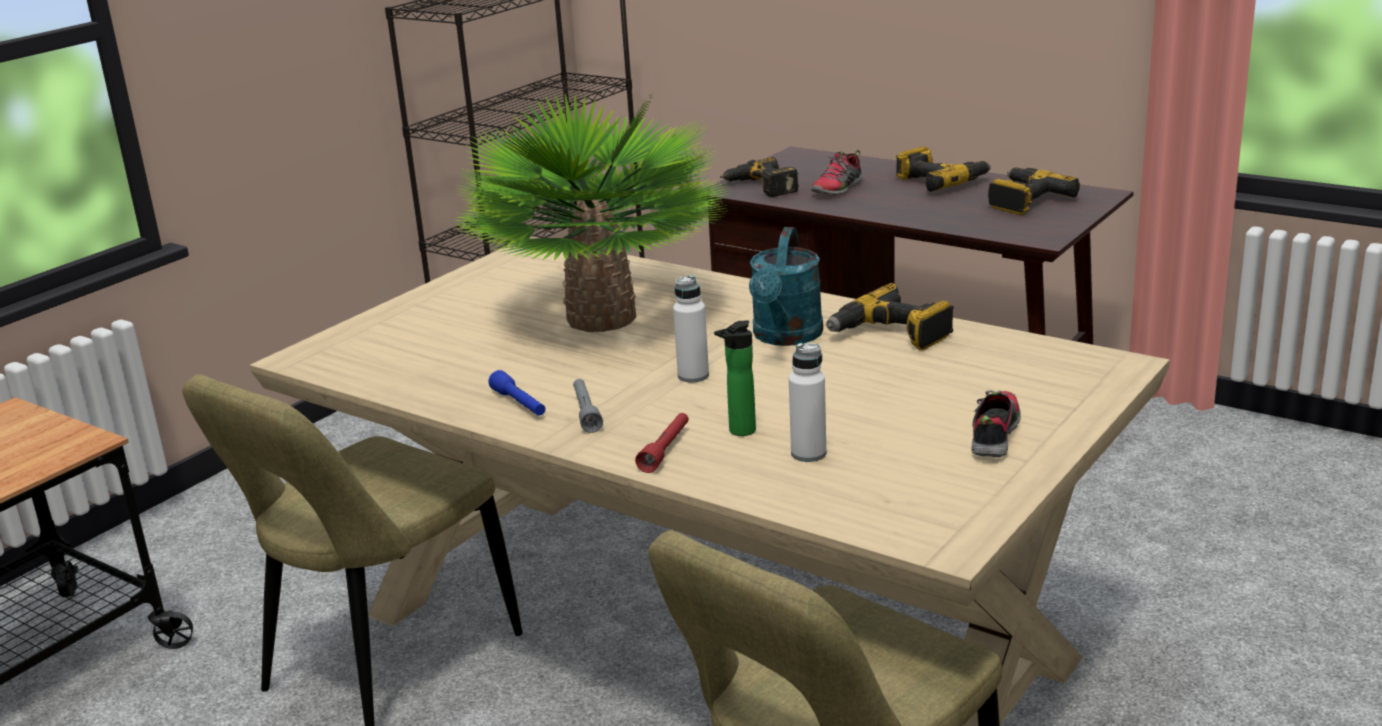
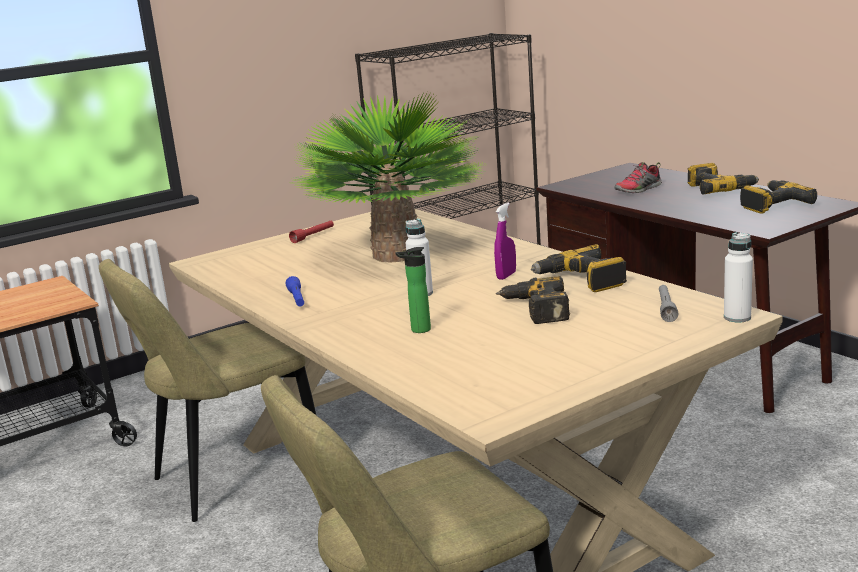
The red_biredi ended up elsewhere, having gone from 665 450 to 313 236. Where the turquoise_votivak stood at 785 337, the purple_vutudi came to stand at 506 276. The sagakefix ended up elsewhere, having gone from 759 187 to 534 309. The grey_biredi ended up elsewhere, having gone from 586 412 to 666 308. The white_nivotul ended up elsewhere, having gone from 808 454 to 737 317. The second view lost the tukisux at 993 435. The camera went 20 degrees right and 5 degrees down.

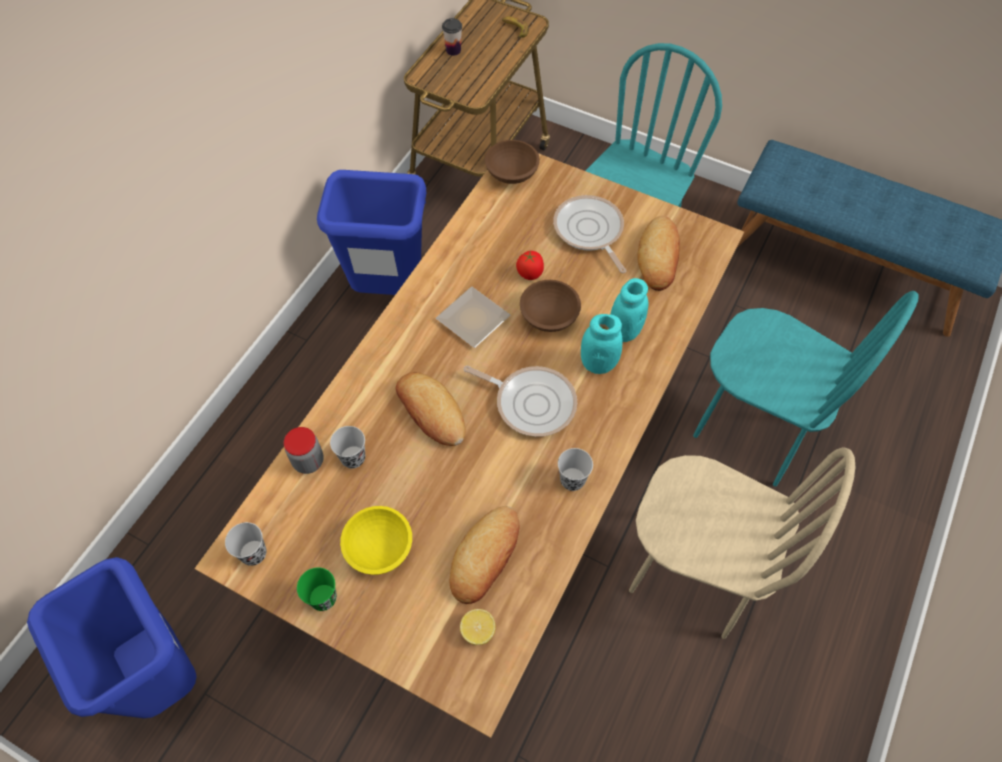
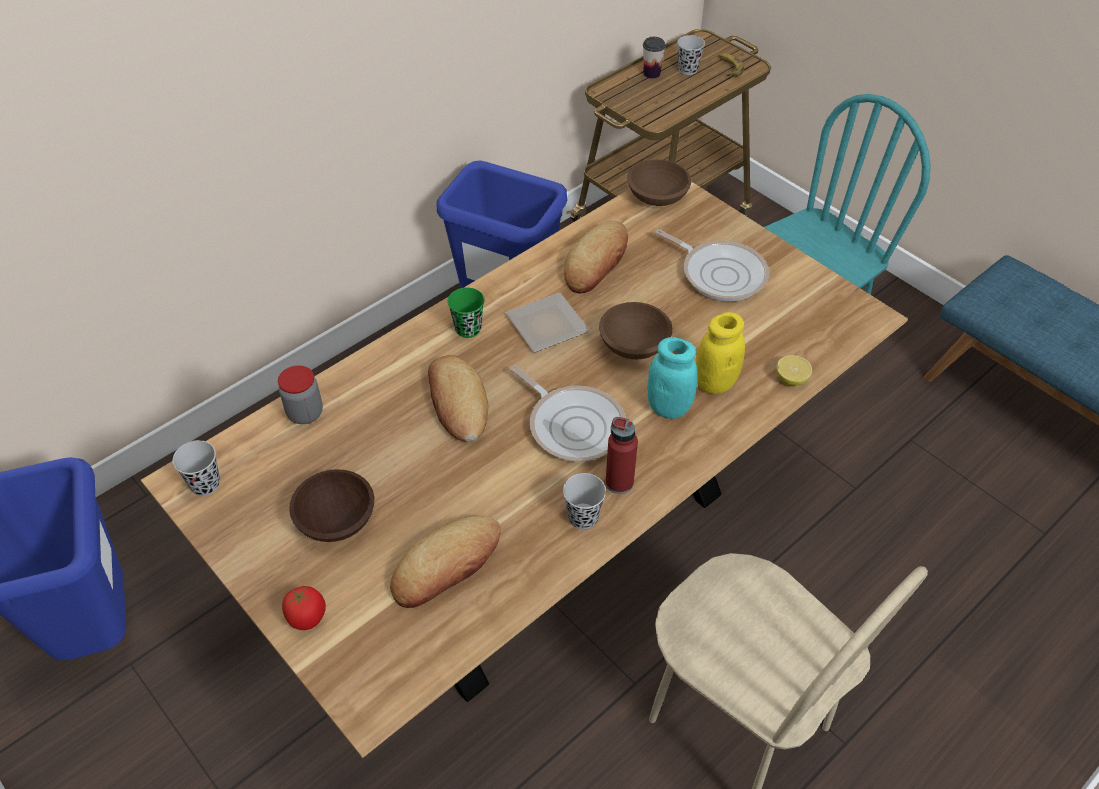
The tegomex ended up elsewhere, having gone from 530 273 to 307 617. What was the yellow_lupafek at 379 547 turned into the brown_lupafek at 337 518. The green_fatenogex ended up elsewhere, having gone from 323 598 to 468 329. The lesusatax ended up elsewhere, having gone from 659 257 to 596 262. The second view gained the red_nivotul at 619 482. The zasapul at 589 231 ended up facing another way, 135 degrees clockwise from before. The black_fatenogex ended up elsewhere, having gone from 353 458 to 688 69. What was the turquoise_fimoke at 624 331 turned into the yellow_fimoke at 715 383. The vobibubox ended up elsewhere, having gone from 478 630 to 791 379. The second view lost the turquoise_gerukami at 753 429. The camera went 20 degrees right and 10 degrees down.

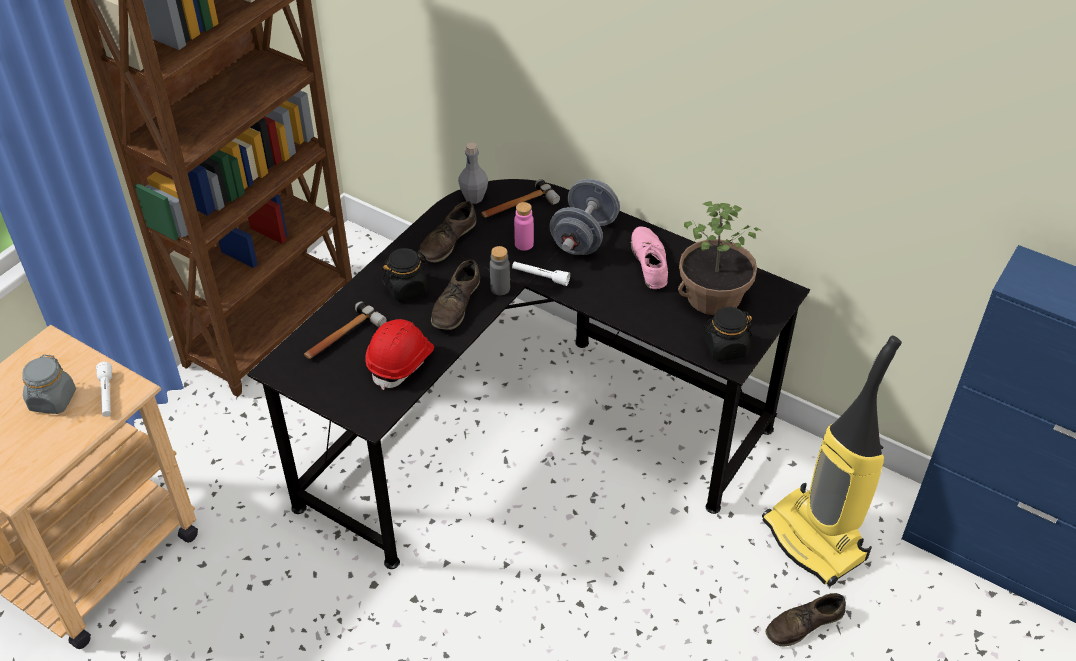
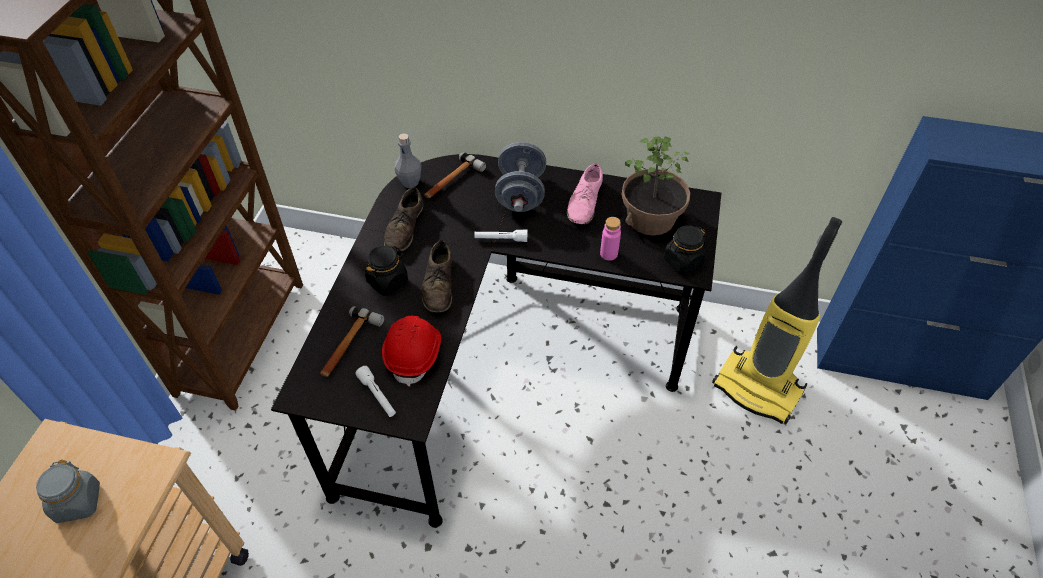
The white_biredi ended up elsewhere, having gone from 107 395 to 377 395. The pink_tukisux at 649 262 ended up facing another way, 135 degrees counterclockwise from before. The pink_nivotul ended up elsewhere, having gone from 524 244 to 608 254. The second view lost the grey_nivotul at 500 288. The second view lost the brown_tukisux at 803 624. The camera went 20 degrees left and 5 degrees up.

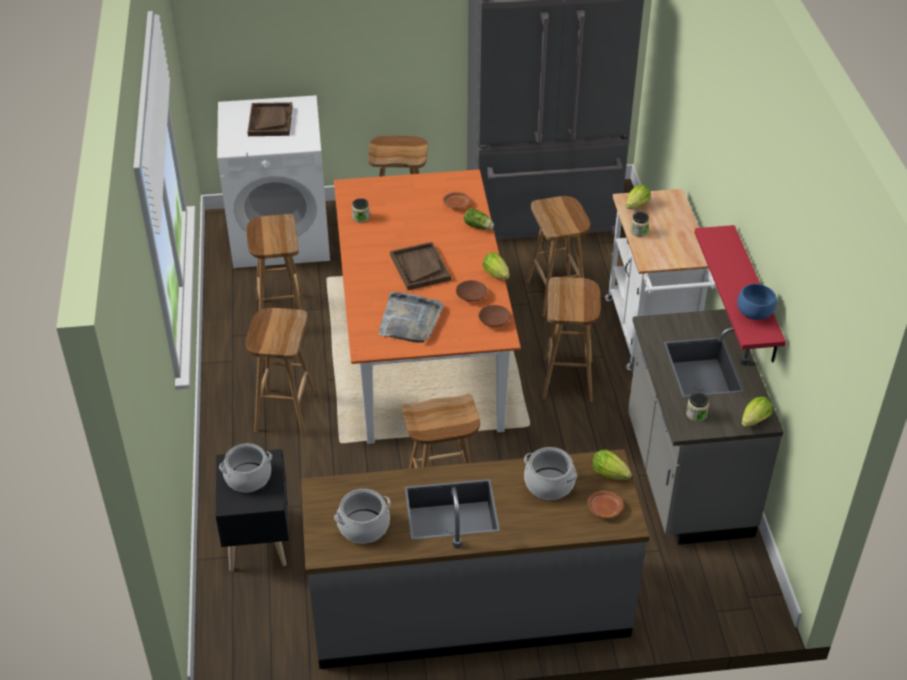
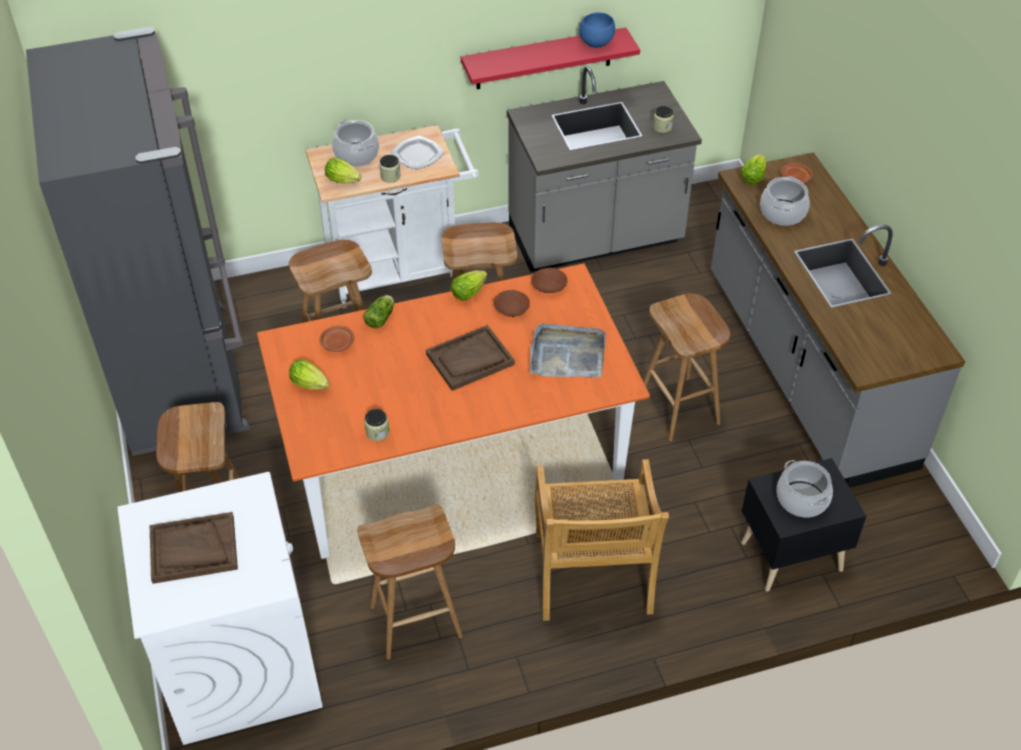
The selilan ended up elsewhere, having gone from 753 422 to 311 385. The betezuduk ended up elsewhere, having gone from 363 526 to 356 155. The second view gained the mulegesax at 417 154. Where the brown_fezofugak stood at 284 411, the beige_gerukami came to stand at 592 575. The camera went 100 degrees left and 5 degrees up.

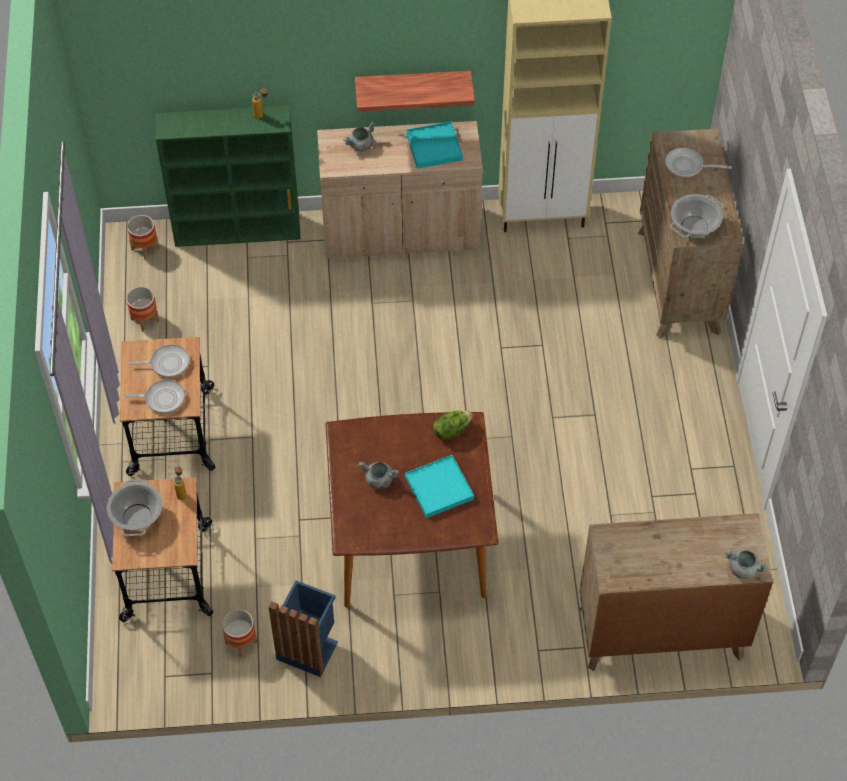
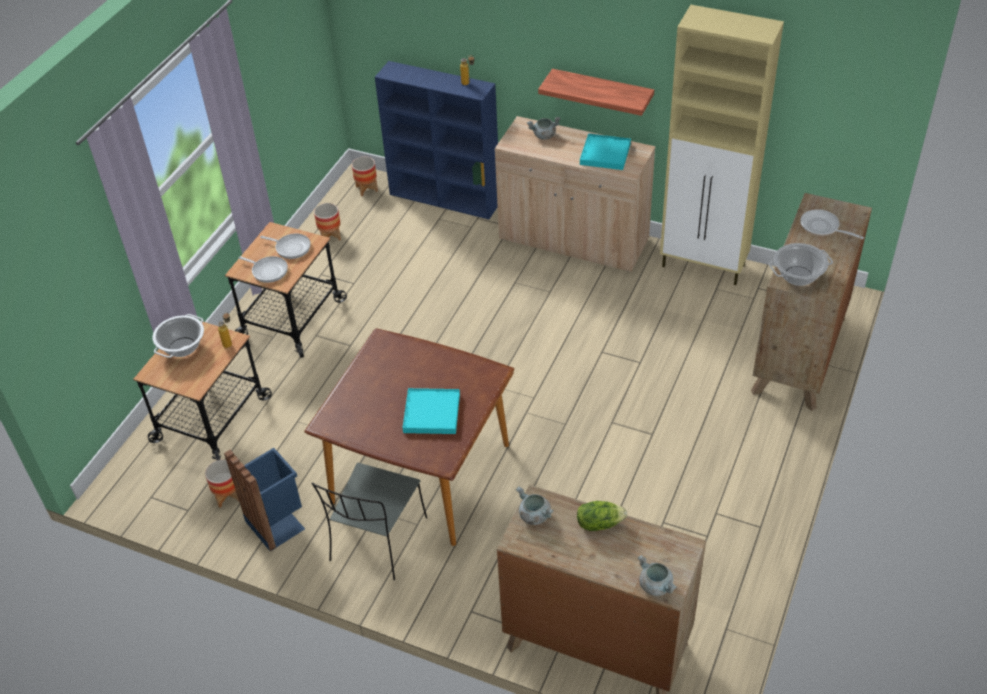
The second view gained the grey_gerukami at 377 541. What was the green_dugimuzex at 239 230 turned into the blue_dugimuzex at 446 198. The grey_betezuduk ended up elsewhere, having gone from 378 480 to 534 515. The selilan ended up elsewhere, having gone from 451 430 to 599 523. The camera went 30 degrees right and 10 degrees down.

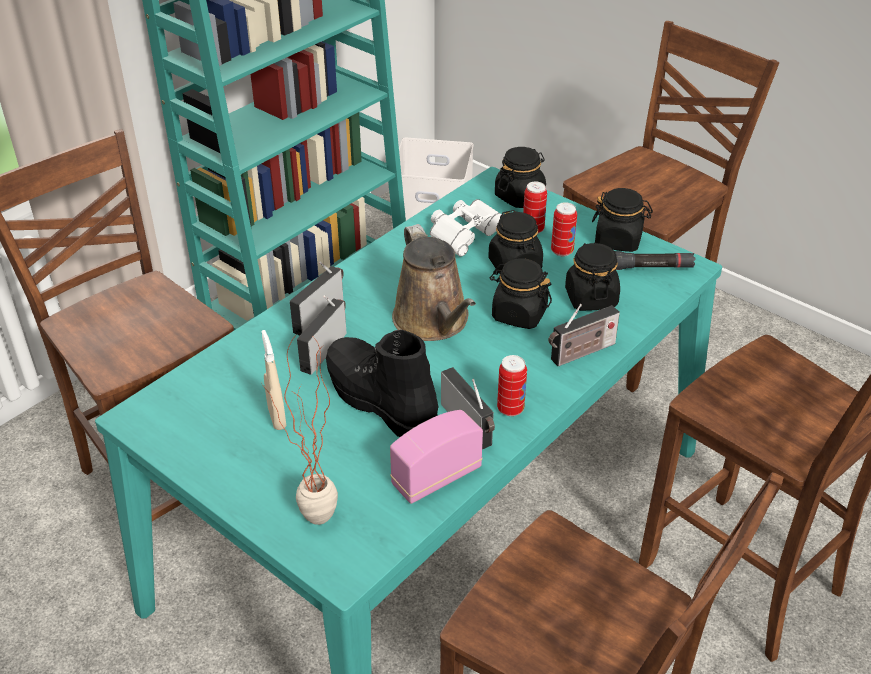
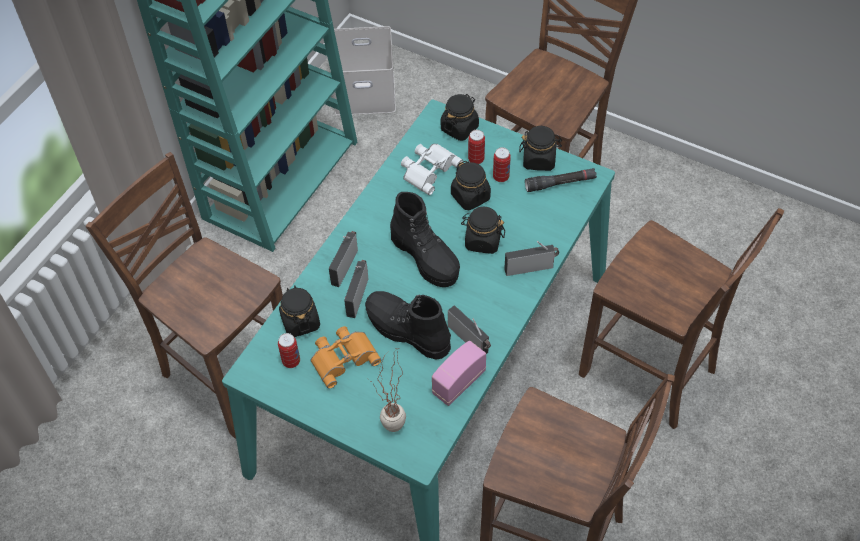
The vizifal ended up elsewhere, having gone from 510 409 to 291 361. The black_fimoke ended up elsewhere, having gone from 590 298 to 300 321. Where the beige_vutudi stood at 277 418, the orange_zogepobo came to stand at 343 357. Where the brown_votivak stood at 434 322, the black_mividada came to stand at 425 258. The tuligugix at 580 353 ended up facing another way, 150 degrees counterclockwise from before. The camera went 10 degrees left and 15 degrees up.

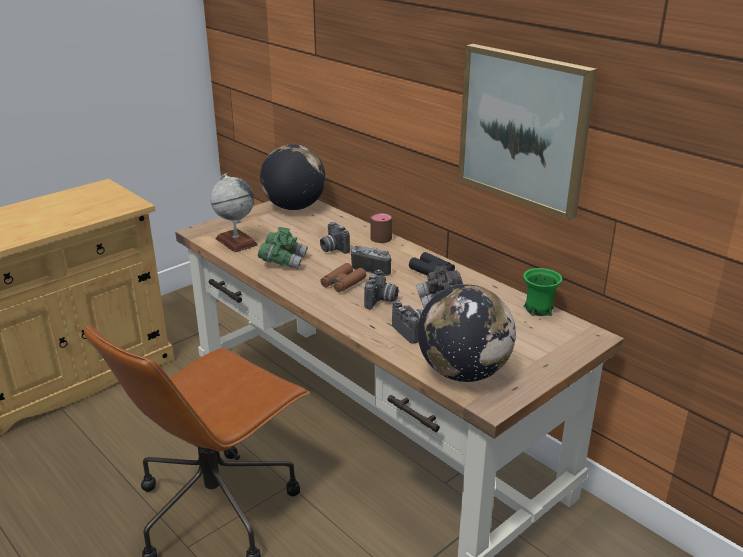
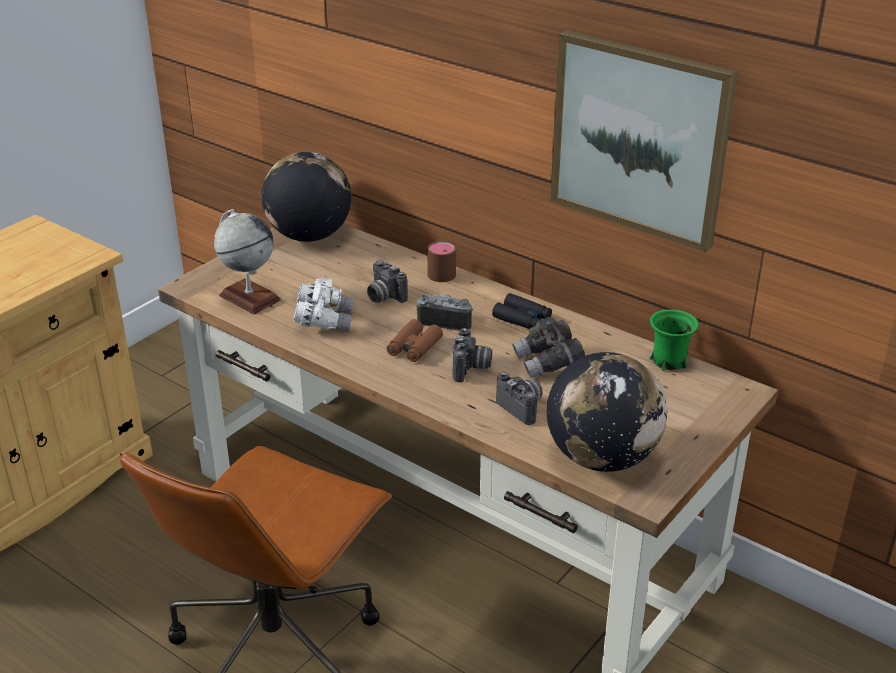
What was the green_zogepobo at 283 261 turned into the white_zogepobo at 324 321. The camera went 10 degrees left and 5 degrees up.

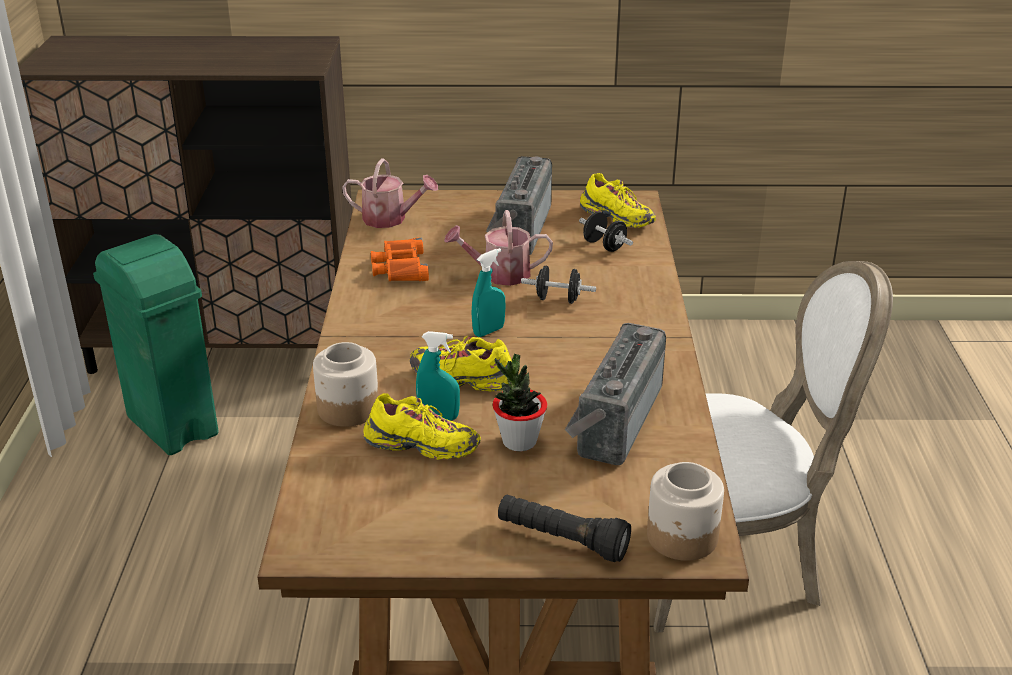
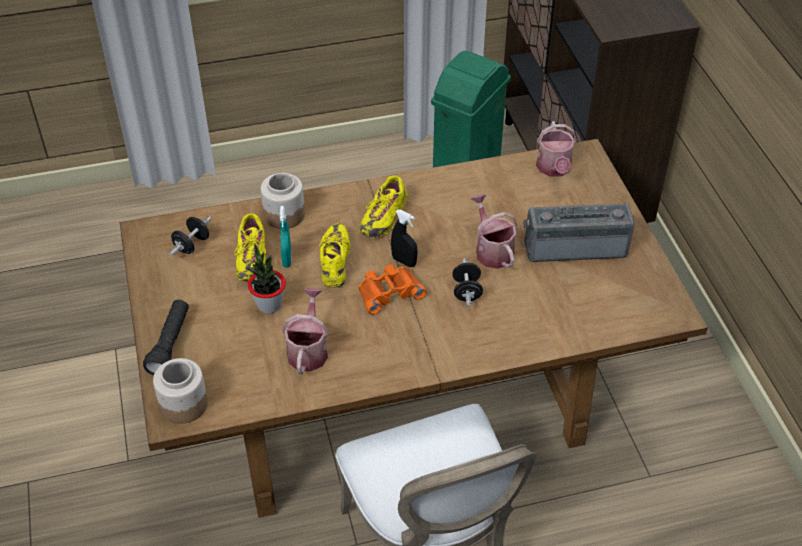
The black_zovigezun ended up elsewhere, having gone from 604 246 to 192 245. Where the tuligugix stood at 612 419, the votivak came to stand at 308 349. The orange_zogepobo ended up elsewhere, having gone from 400 268 to 389 291. The yellow_tukisux ended up elsewhere, having gone from 617 218 to 384 218. What was the turquoise_vutudi at 488 331 turned into the black_vutudi at 404 261. The camera went 75 degrees right and 15 degrees up.

